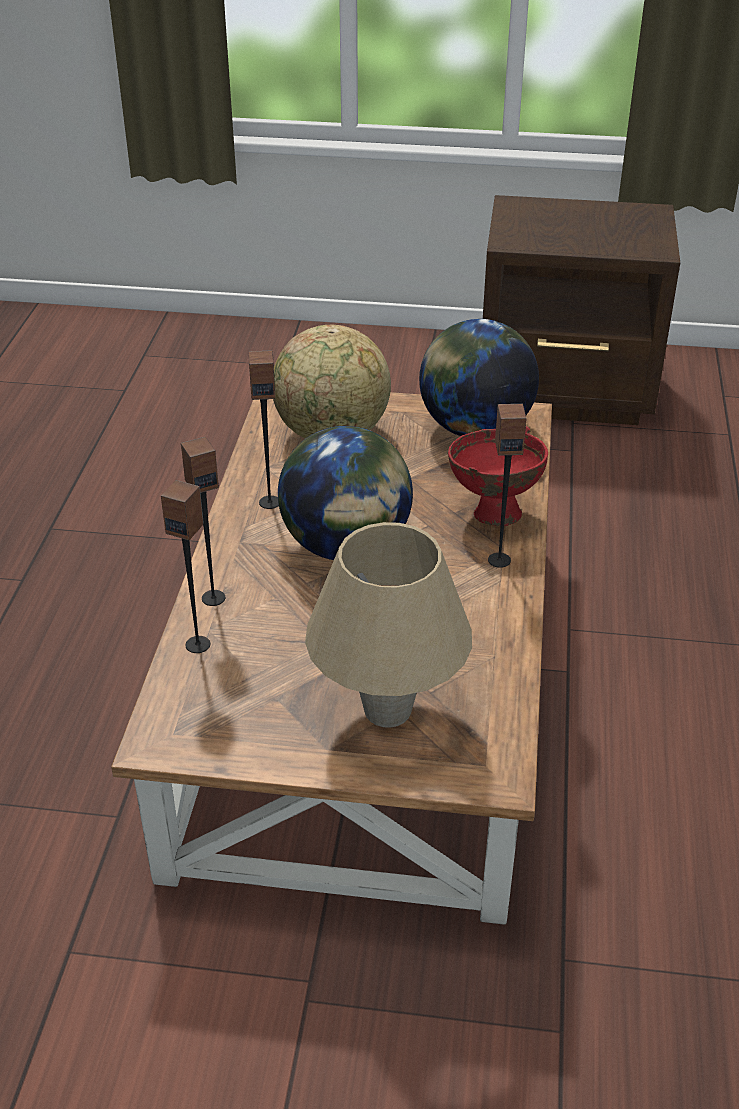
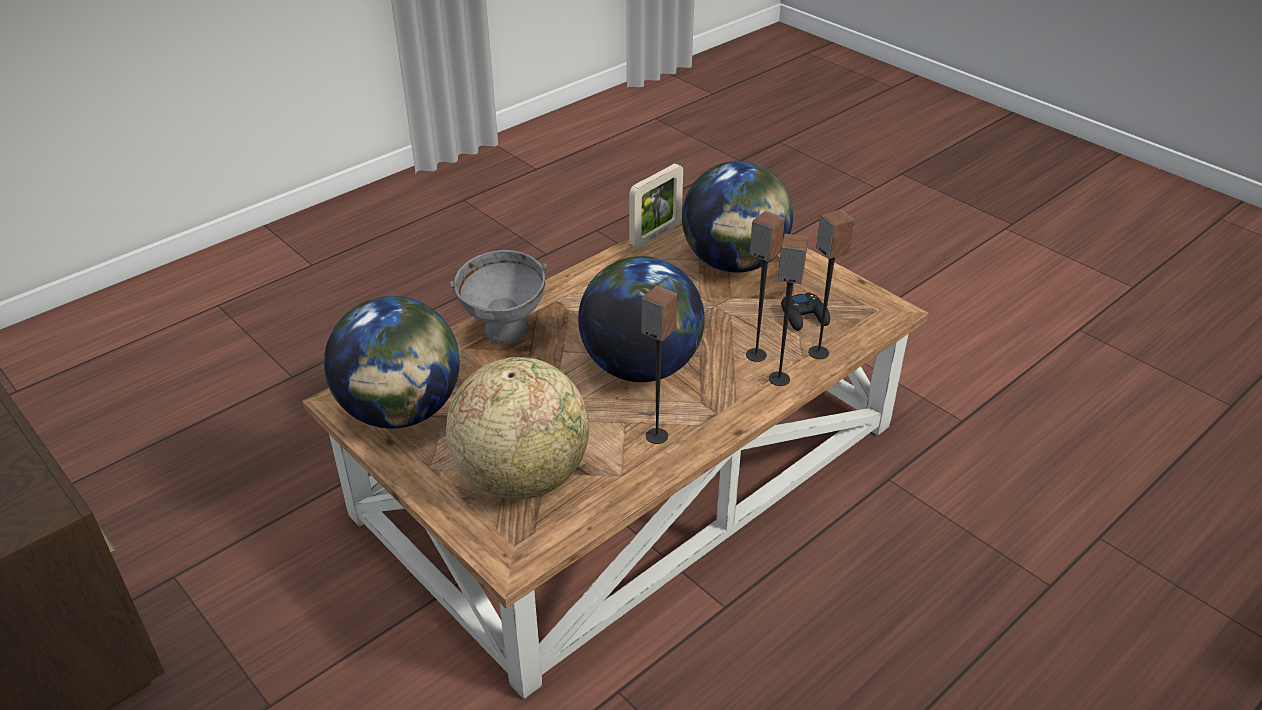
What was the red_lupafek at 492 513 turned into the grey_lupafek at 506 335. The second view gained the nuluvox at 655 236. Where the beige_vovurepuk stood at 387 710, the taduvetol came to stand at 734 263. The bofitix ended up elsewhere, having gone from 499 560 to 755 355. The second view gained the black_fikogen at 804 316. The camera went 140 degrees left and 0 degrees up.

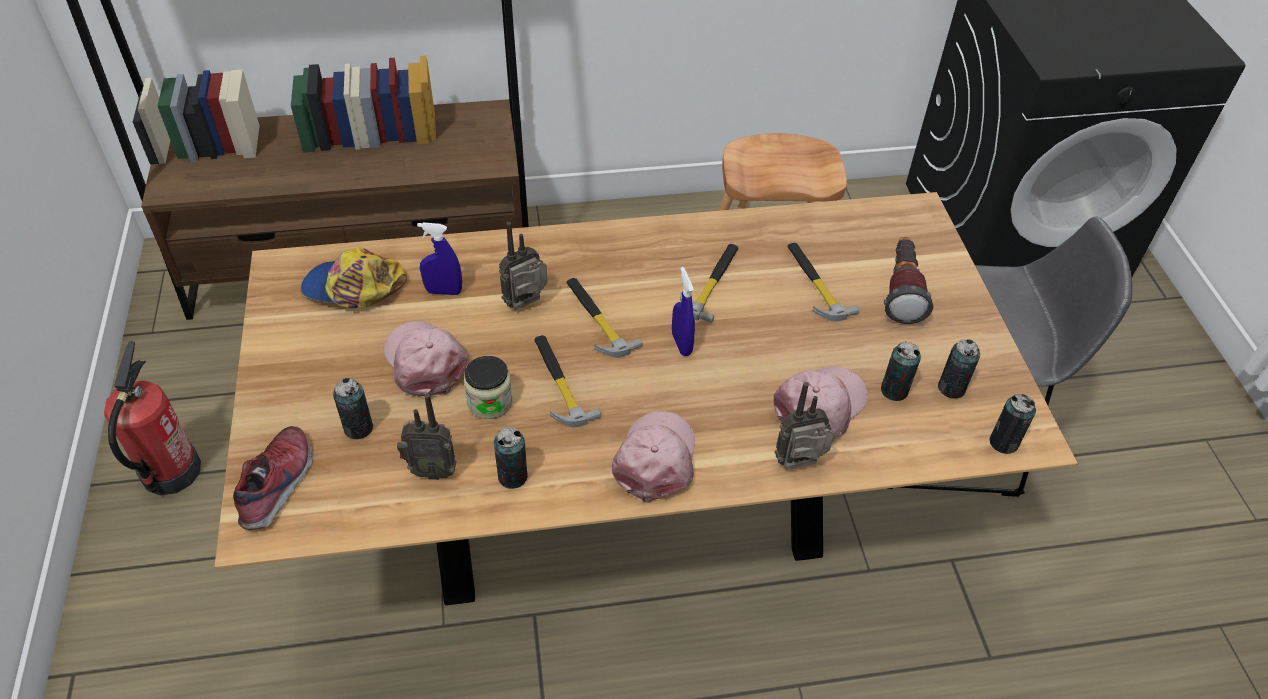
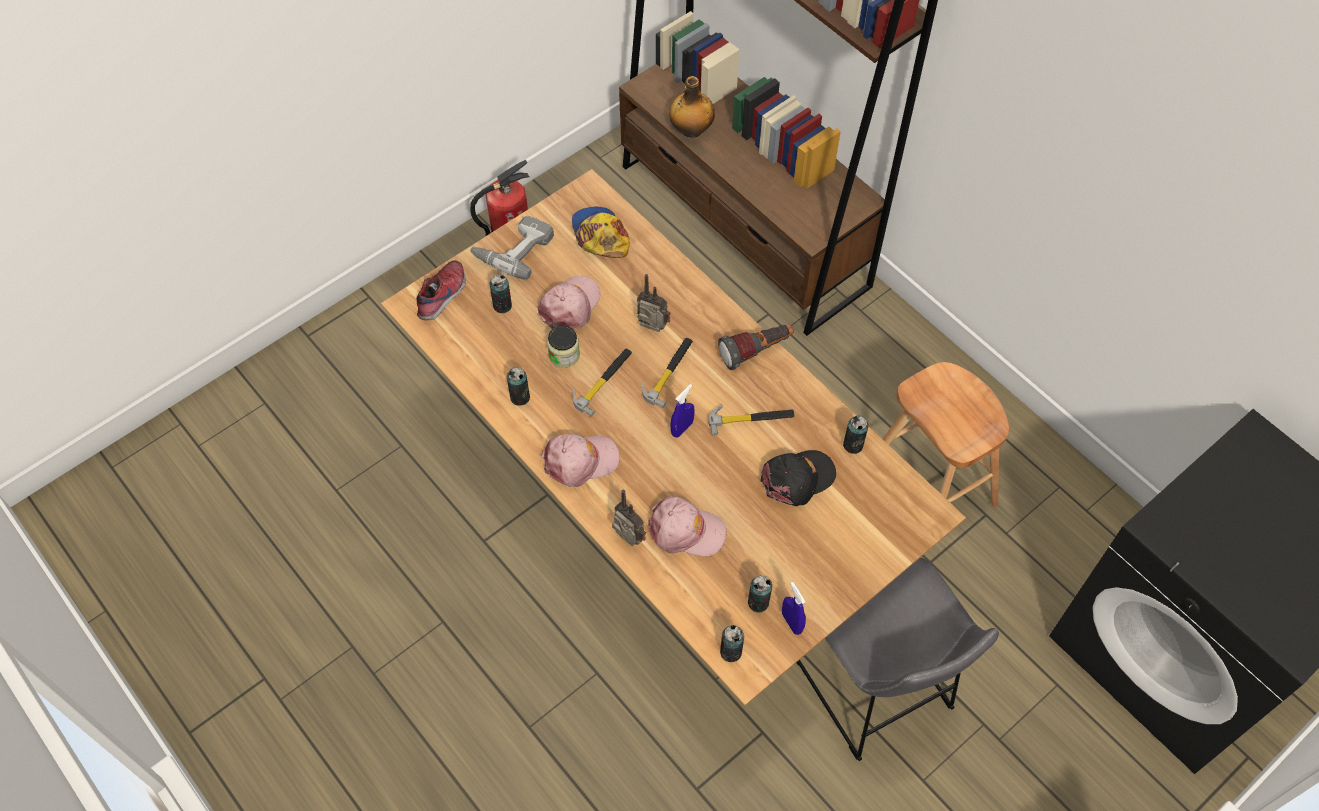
The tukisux at 279 485 ended up facing another way, 45 degrees counterclockwise from before. The second view gained the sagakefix at 513 249. The second view gained the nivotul at 691 130. The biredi ended up elsewhere, having gone from 901 291 to 756 352. Where the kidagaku stood at 814 283, the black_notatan came to stand at 797 479. The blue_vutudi ended up elsewhere, having gone from 444 291 to 791 622. The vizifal ended up elsewhere, having gone from 894 390 to 853 445. The second view lost the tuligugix at 432 470. The camera went 60 degrees right and 10 degrees up.

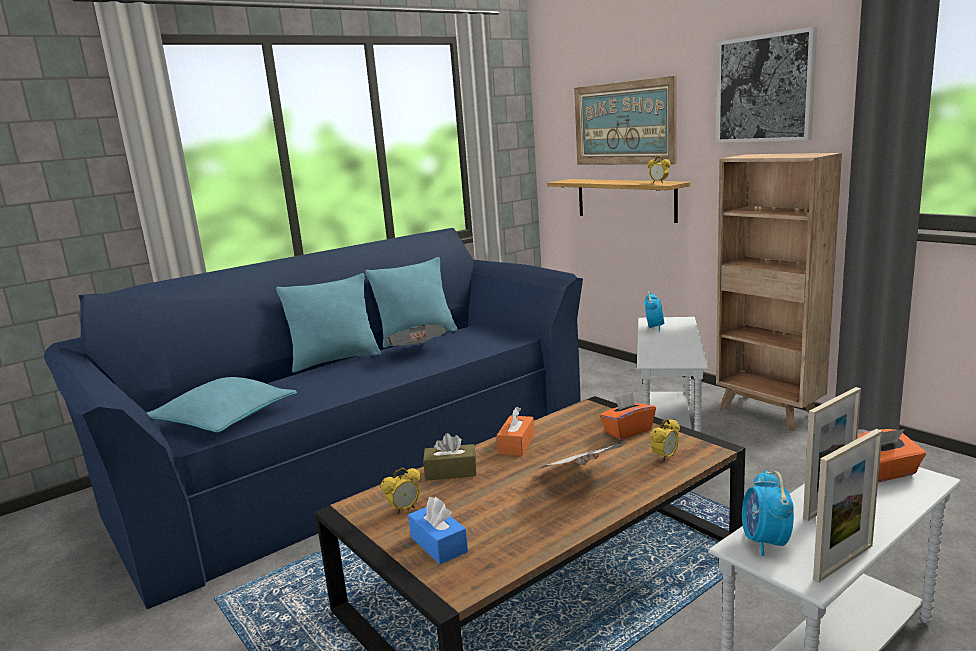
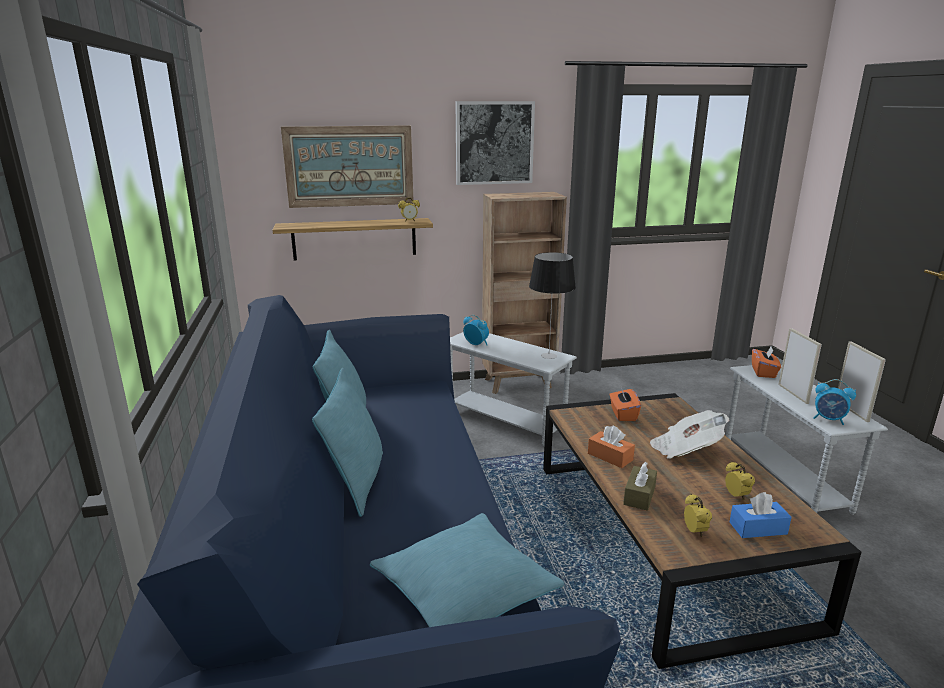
The second view gained the vovurepuk at 549 356. The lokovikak ended up elsewhere, having gone from 665 458 to 736 496. The second view lost the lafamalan at 418 352. The camera went 65 degrees left and 5 degrees up.

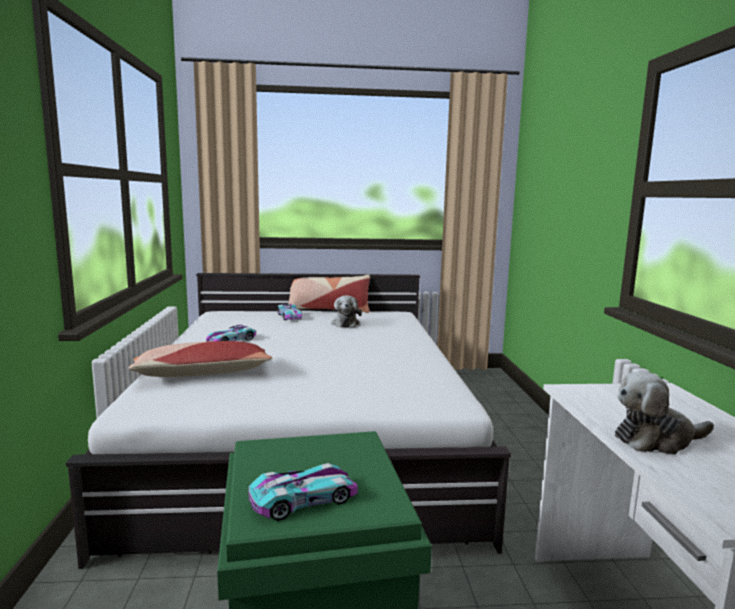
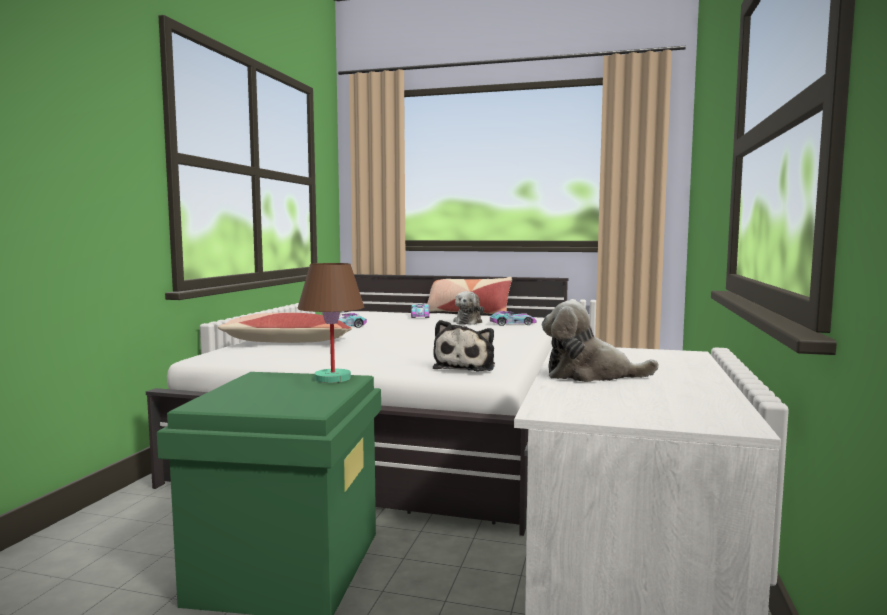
The second view gained the brown_vovurepuk at 332 378. The second view gained the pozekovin at 466 367. The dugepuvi ended up elsewhere, having gone from 304 499 to 512 324. The camera went 20 degrees right and 5 degrees down.

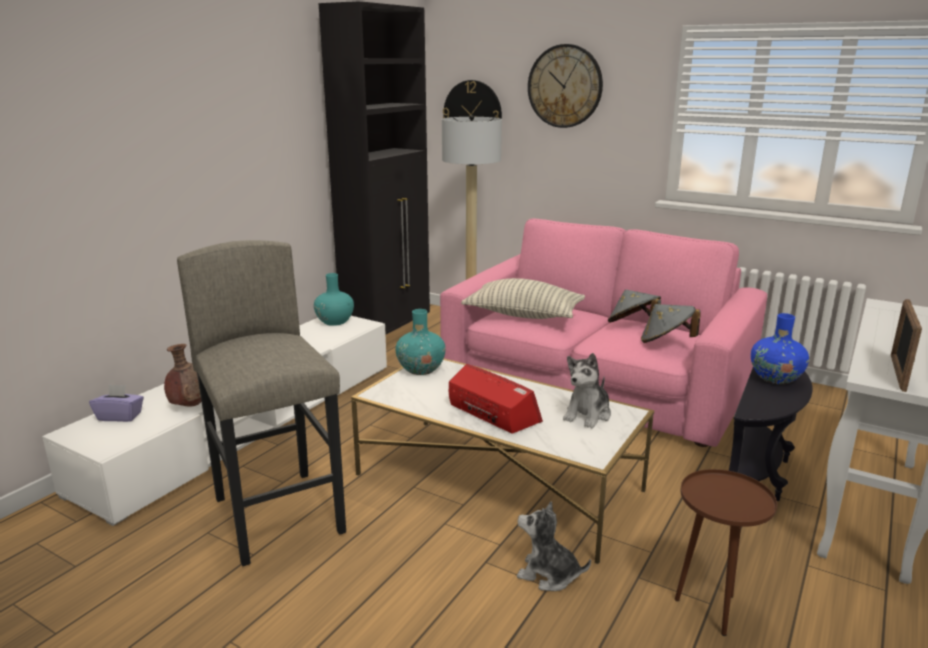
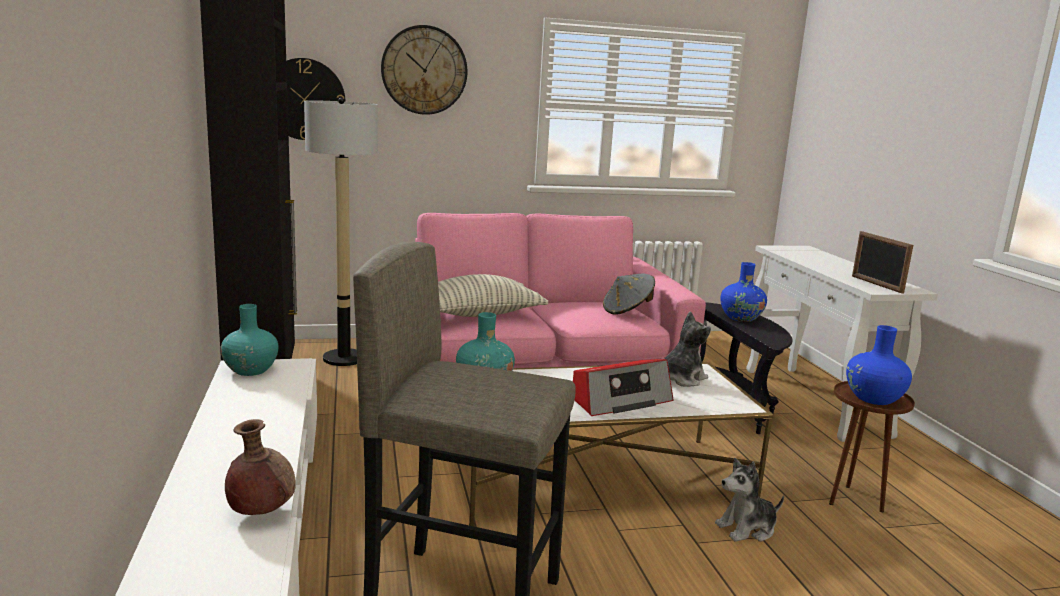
The tuligugix at 492 413 ended up facing another way, 150 degrees clockwise from before. The pozekovin at 588 415 ended up facing another way, 120 degrees counterclockwise from before. The second view gained the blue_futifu at 873 398. The second view lost the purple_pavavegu at 120 416. The second view lost the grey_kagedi at 633 326. The camera went 45 degrees left and 5 degrees down.

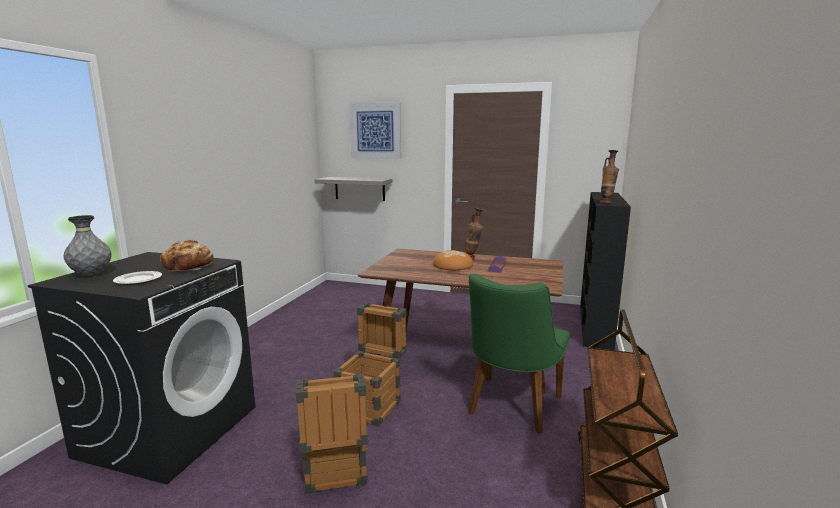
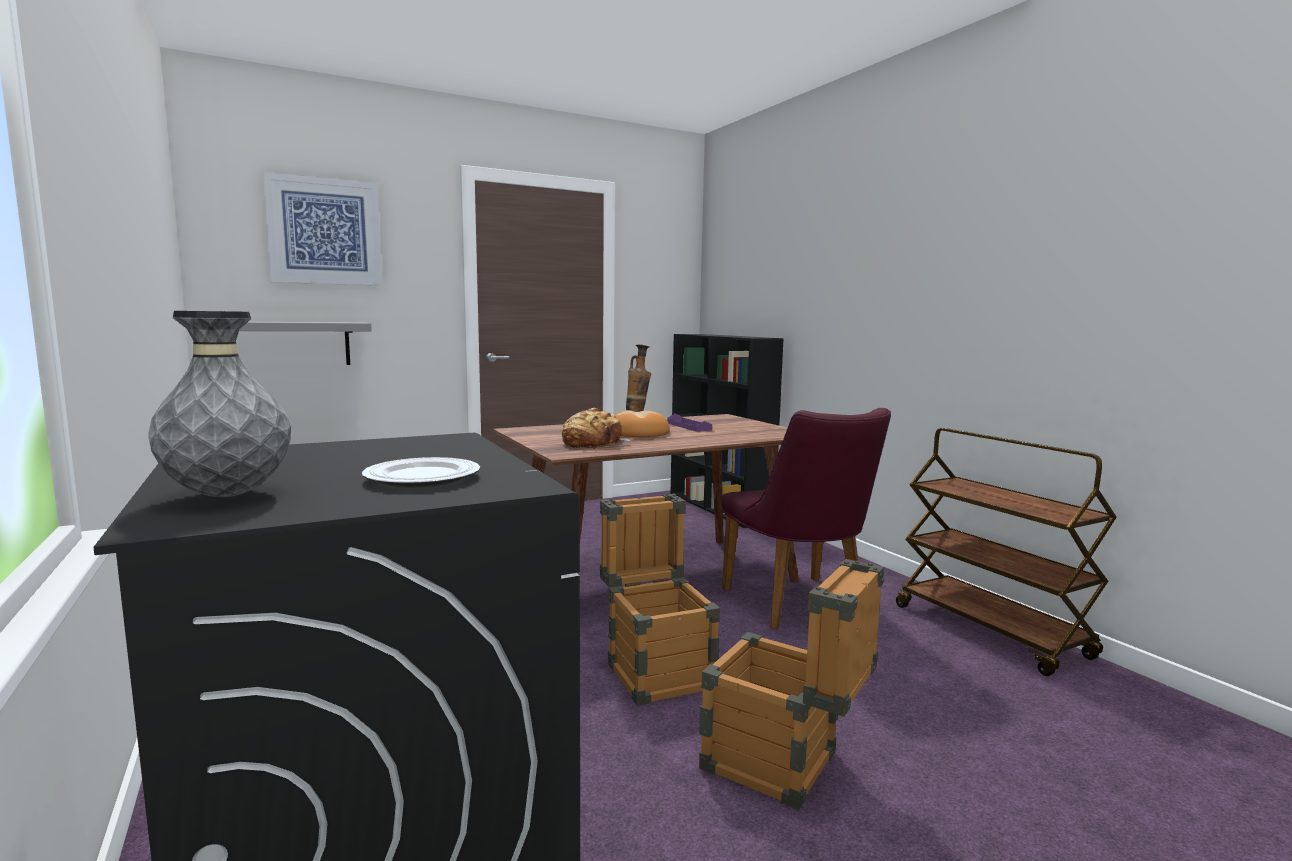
The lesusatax ended up elsewhere, having gone from 189 267 to 592 443. What was the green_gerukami at 510 408 turned into the purple_gerukami at 800 607. The second view lost the futifu at 606 203. The camera went 45 degrees left and 5 degrees down.

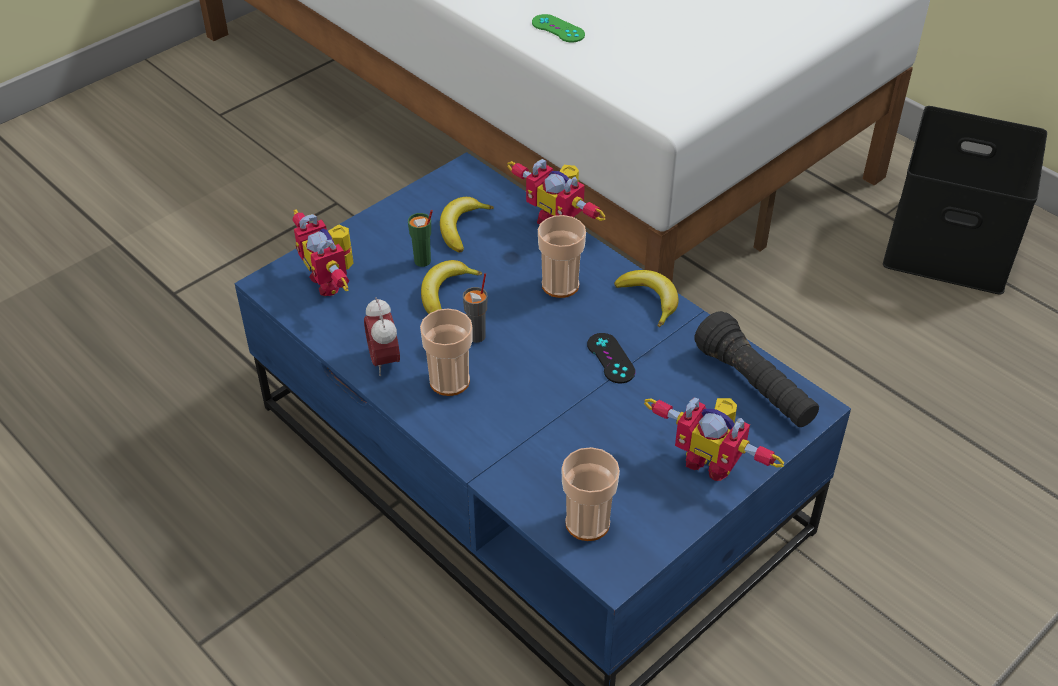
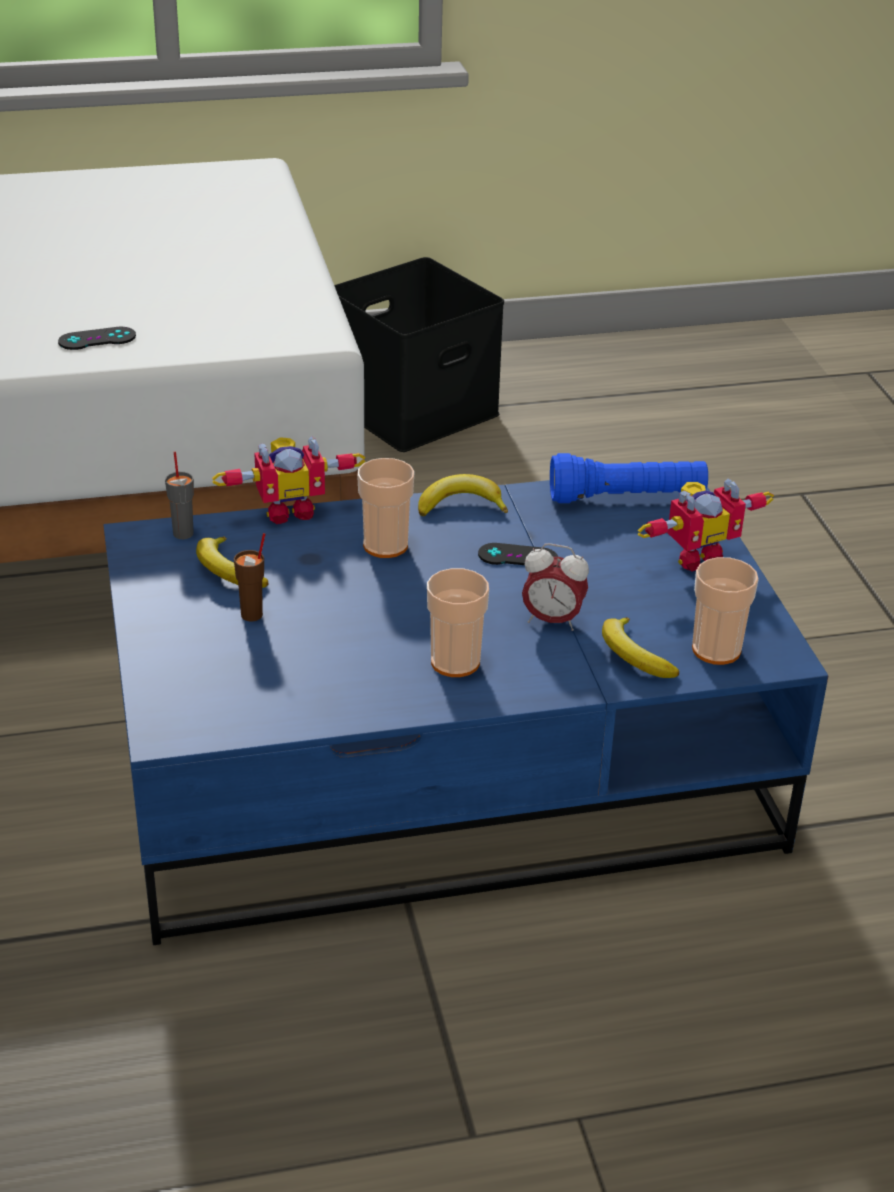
What was the green_fikogen at 558 29 turned into the black_fikogen at 97 339. The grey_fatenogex ended up elsewhere, having gone from 477 336 to 183 533. What was the green_fatenogex at 423 261 turned into the brown_fatenogex at 252 615. The lokovikak ended up elsewhere, having gone from 384 360 to 552 621. What was the black_biredi at 755 386 turned into the blue_biredi at 627 498. The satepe ended up elsewhere, having gone from 445 293 to 633 656. The second view lost the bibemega at 332 280. The camera went 60 degrees left and 10 degrees down.

